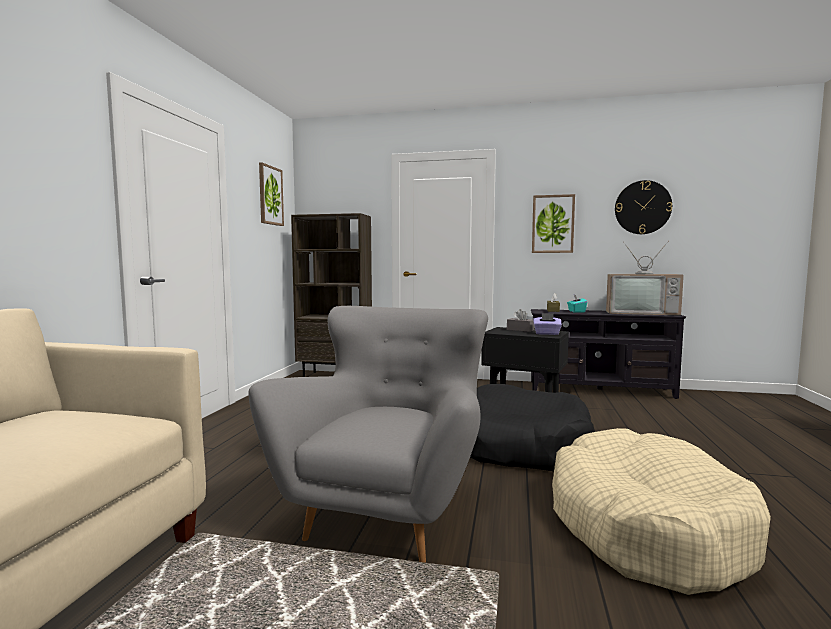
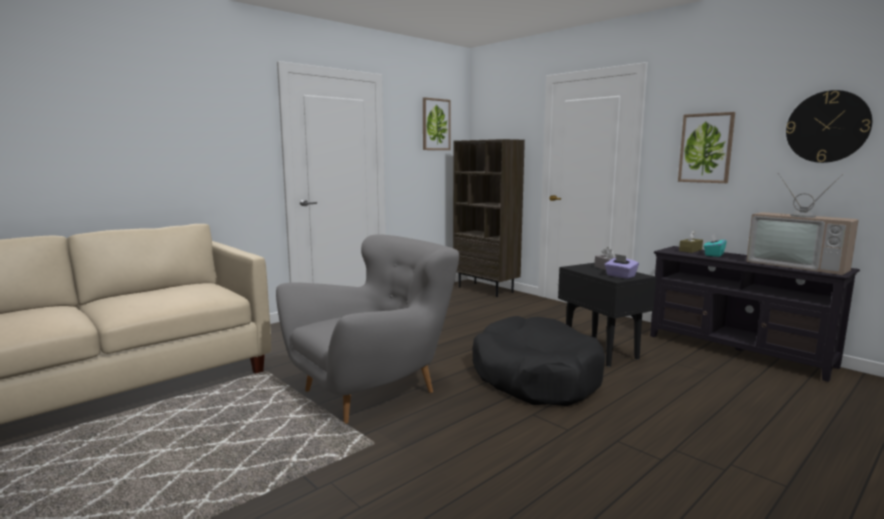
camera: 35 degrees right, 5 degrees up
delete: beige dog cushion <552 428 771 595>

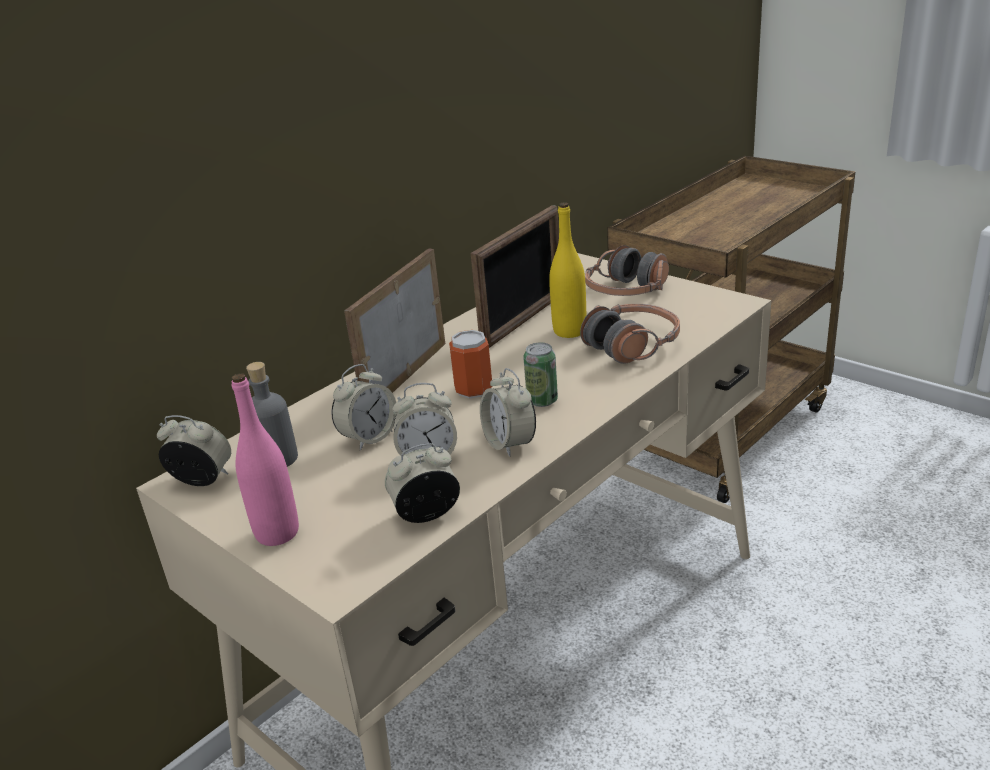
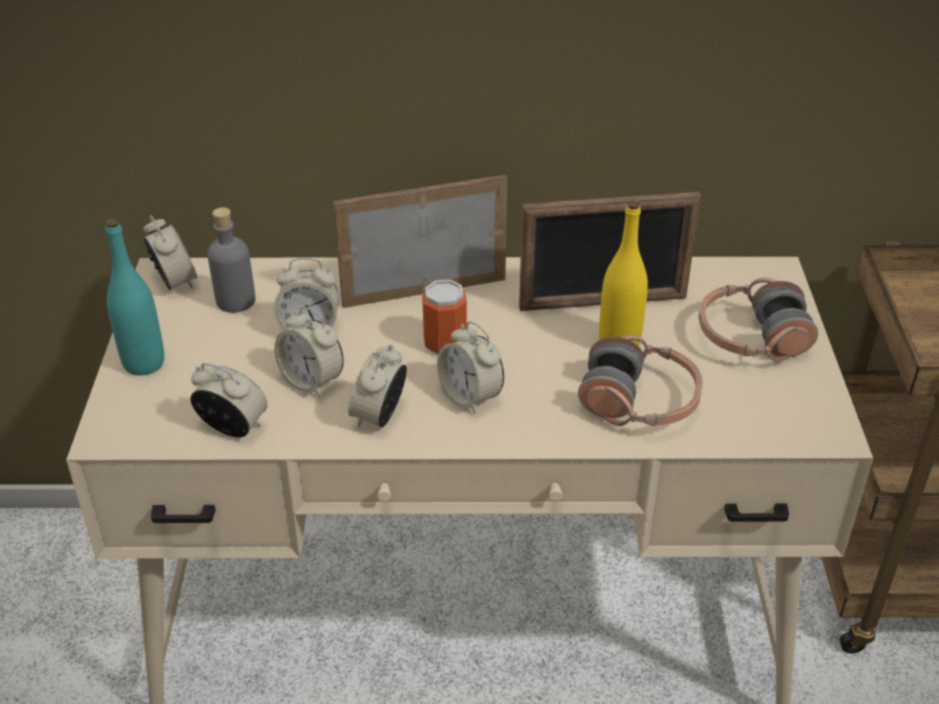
camera: 45 degrees right, 10 degrees up
replace: can <523 342 558 407> to bedside clock <437 321 504 414>
recolor: pinkish bottle <231 373 299 546> to turquoise-coloured bottle <105 219 164 375>

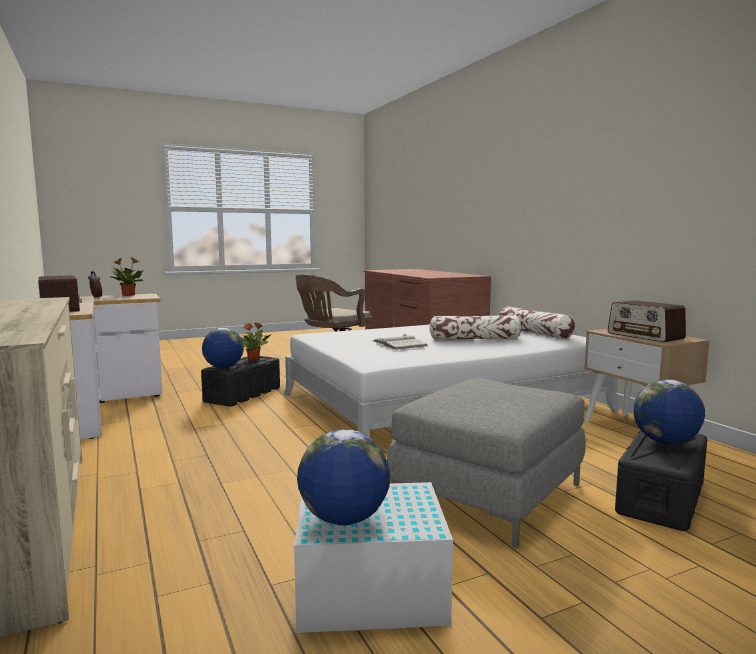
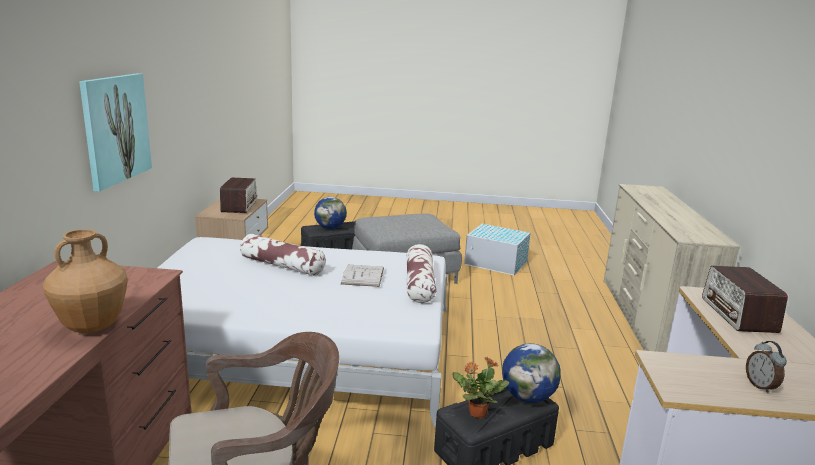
camera: 150 degrees left, 10 degrees up
delete: houseplant <110 257 144 296>; globe <297 429 390 525>
insert: brown flower vase <43 229 128 333>; picture <79 73 152 192>
move: pillow <499 306 575 339> to <406 244 436 303>

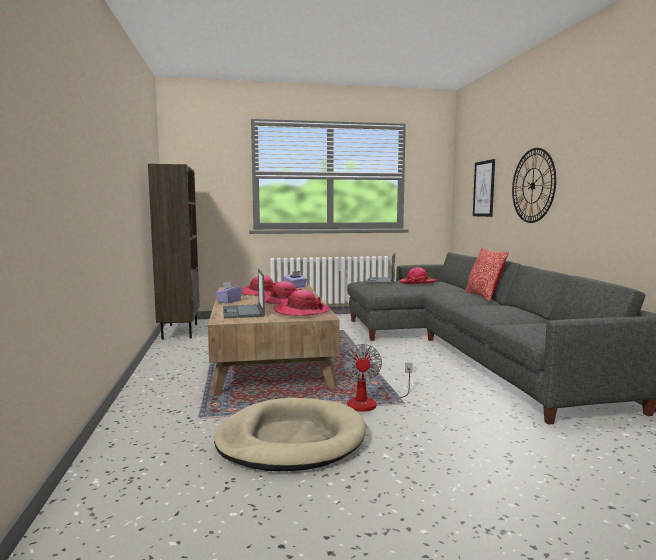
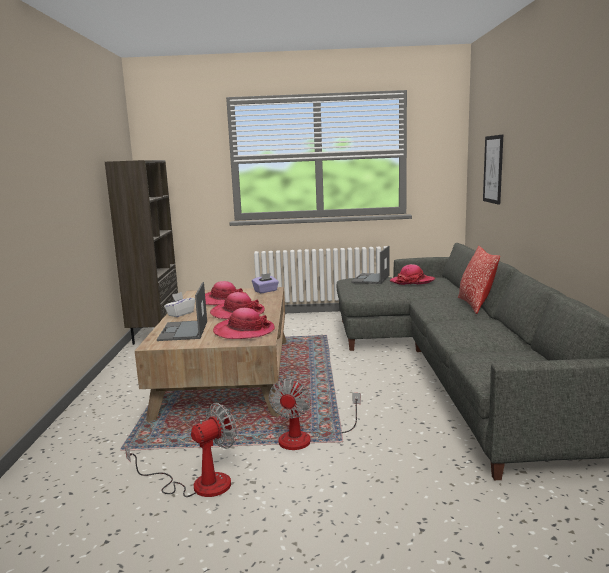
camera: 10 degrees right, 5 degrees up
delete: clock on the wall <512 148 556 223>
replace: beige dog cushion <214 398 366 471> to electric fan <125 403 237 497>
recolor: purplish tissue box <215 281 242 303> to white-coloured tissue box <164 292 195 317>

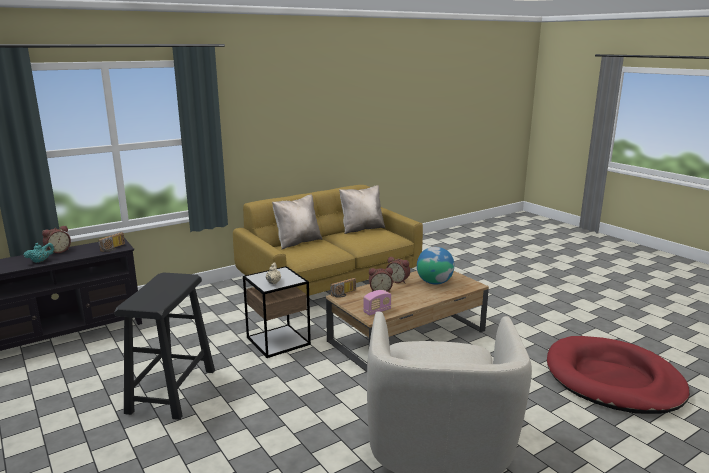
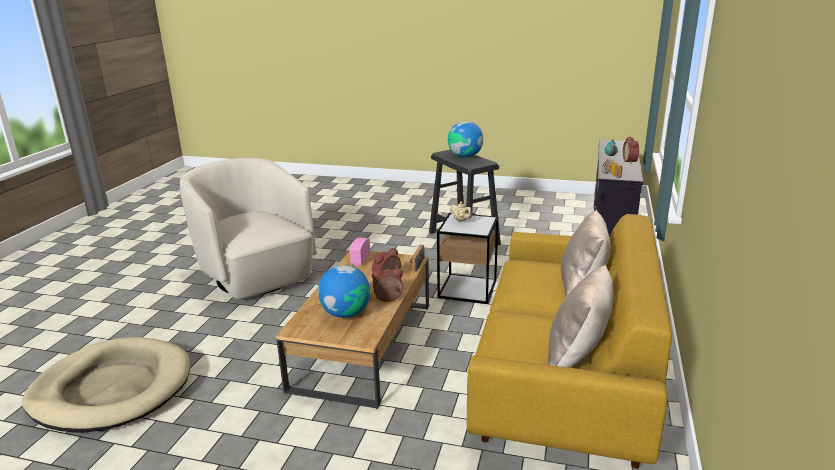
camera: 140 degrees right, 5 degrees up
insert: globe <448 122 483 157>
recolor: red-coloured dog cushion <547 336 690 414> to beige dog cushion <22 337 190 433>

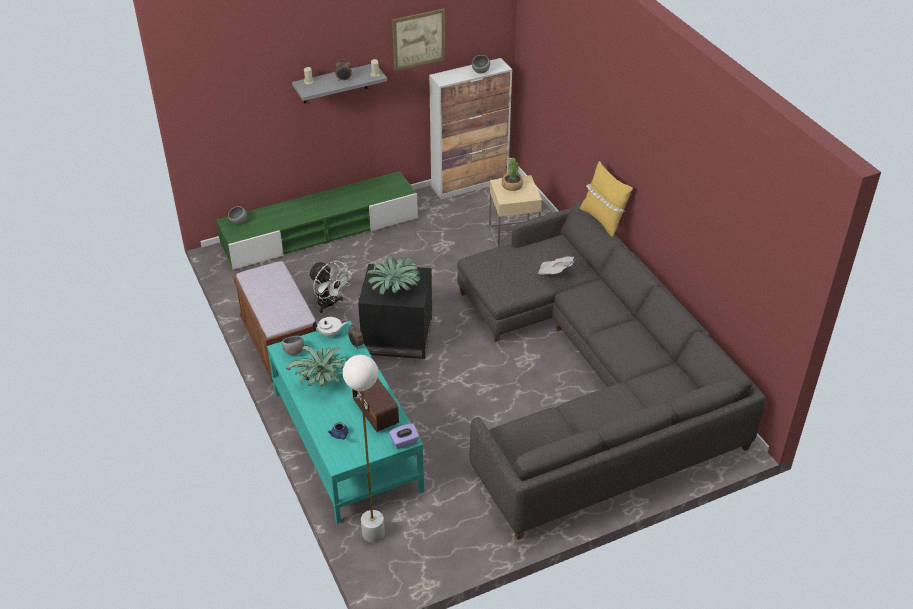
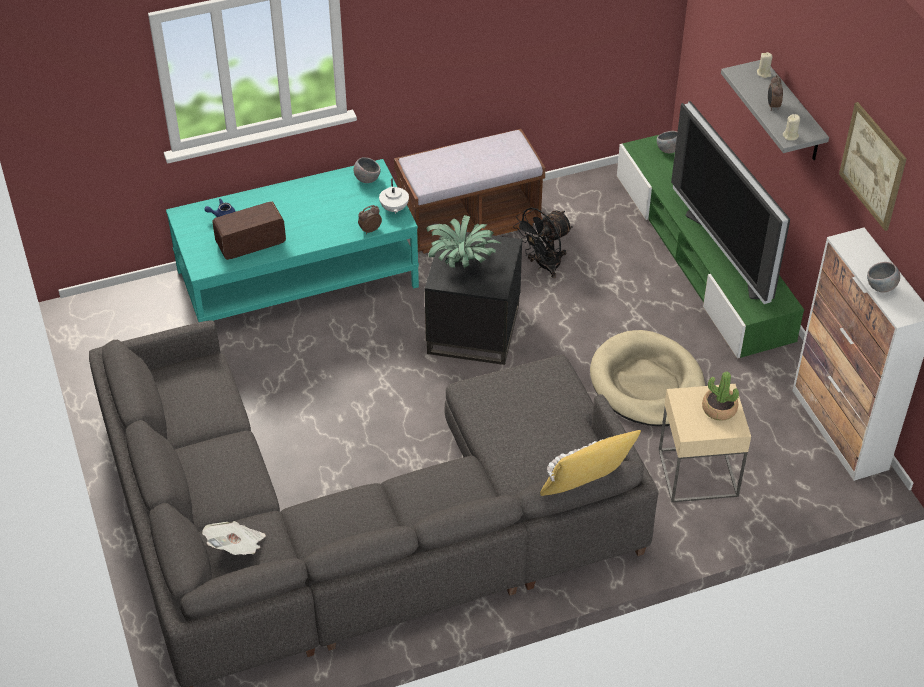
camera: 95 degrees right, 5 degrees up
delete: houseplant <286 345 349 386>; white-coloured standard lamp <343 355 385 543>; purplish tissue box <389 423 419 449>
insert: beige dog cushion <590 330 705 426>; television <671 101 790 304>
move: daily paper <537 256 574 275> to <202 521 266 555>
recolor: white-coloured electric fan <308 261 352 313> to black-coloured electric fan <513 207 573 278>

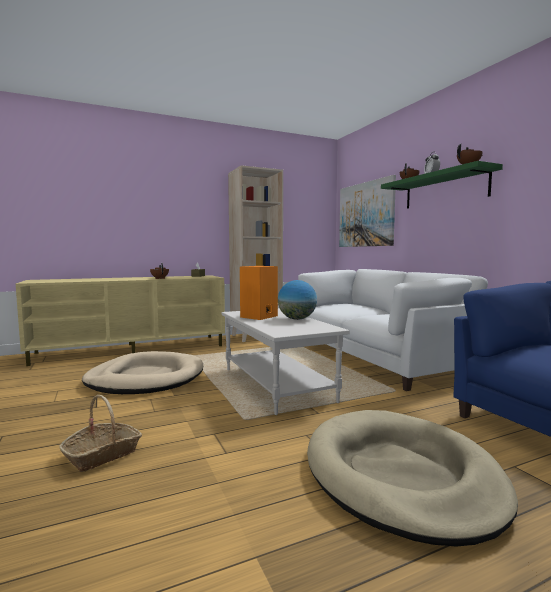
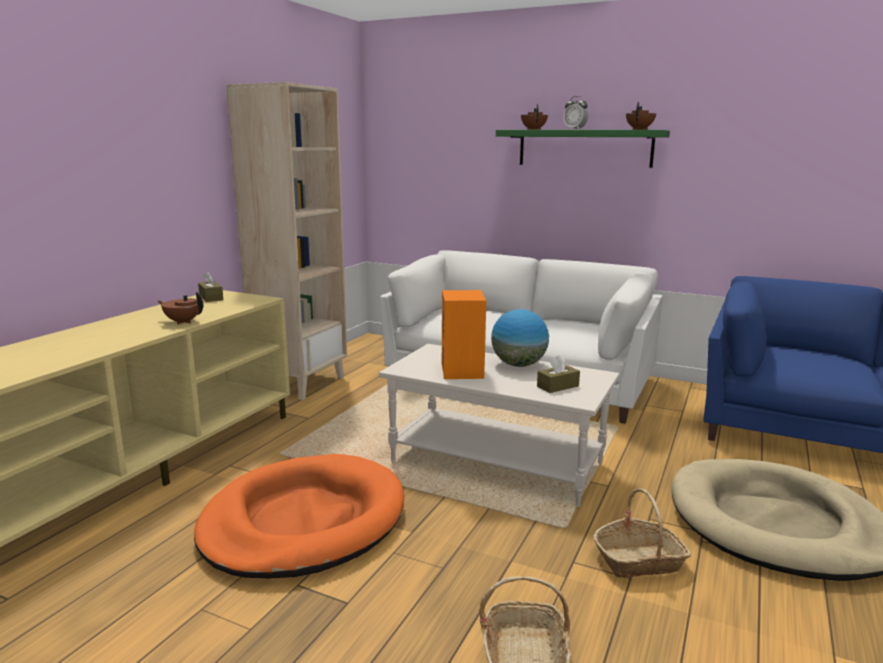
camera: 40 degrees left, 10 degrees up
delete: picture <339 175 396 247>
insert: brown tissue box <537 355 580 393>; household basket <593 488 691 578>
recolor: beige dog cushion <82 351 203 394> to orangey dog cushion <194 454 404 578>

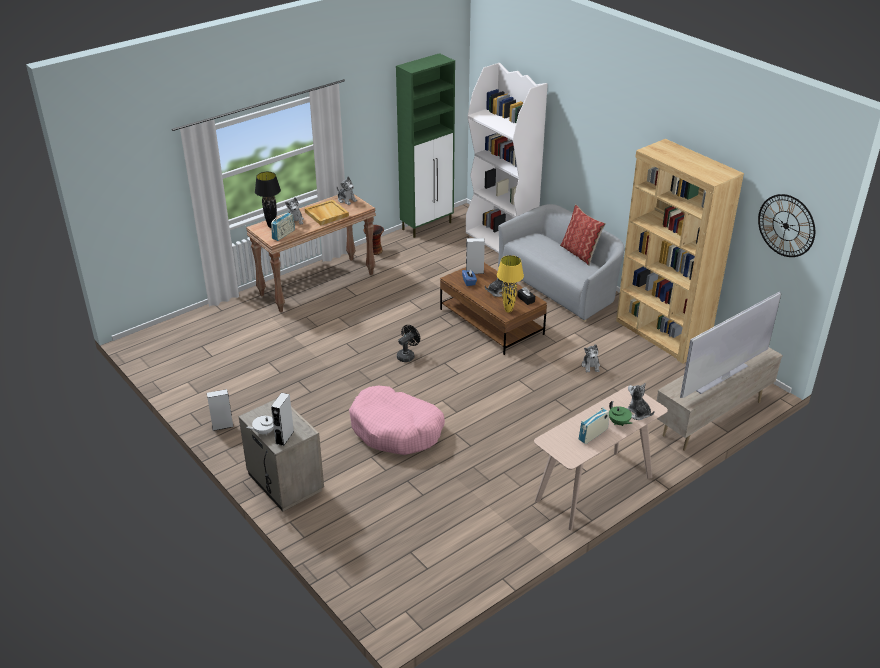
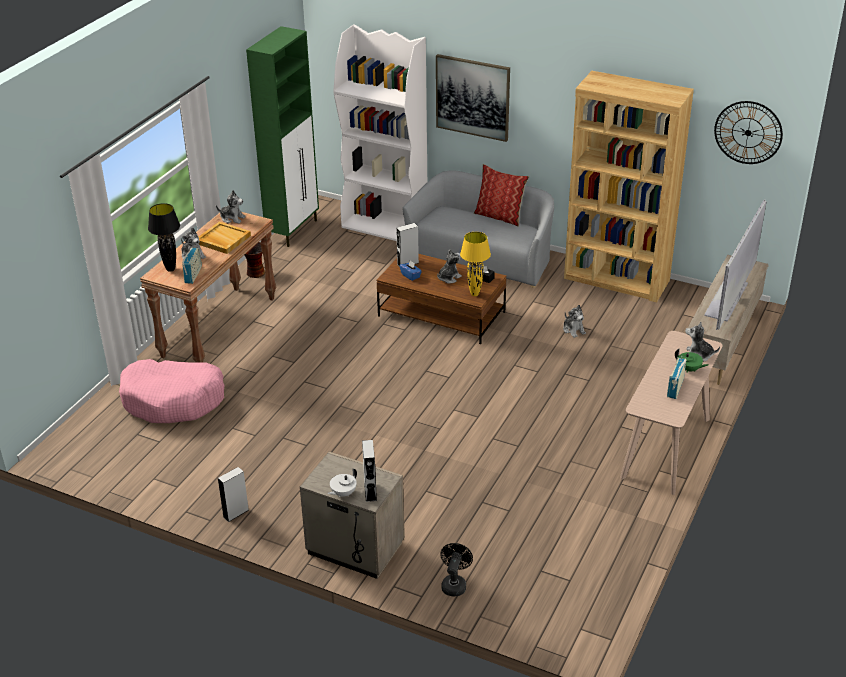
camera: 25 degrees left, 0 degrees up
insert: picture <436 54 510 142>
move: pinkish dog cushion <349 386 445 455> to <119 359 224 423>; black-coloured electric fan <397 325 420 362> to <440 543 473 597>

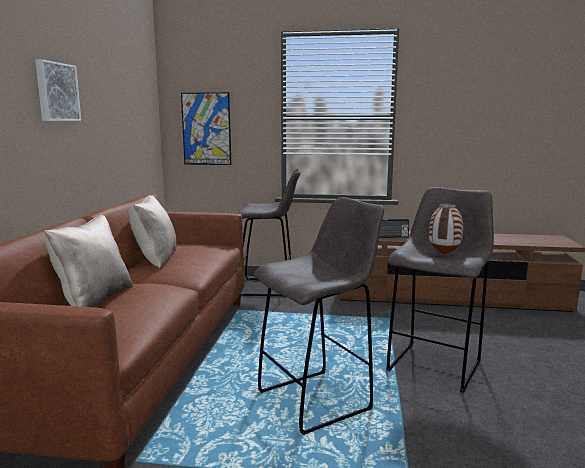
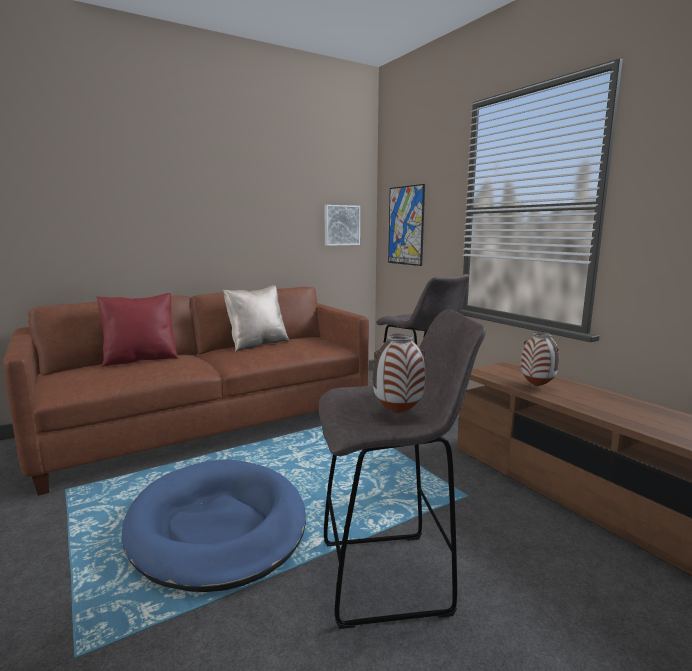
camera: 50 degrees right, 0 degrees up
move: picture <35 59 81 121> to <324 205 360 246>
replace: grey stool seat <253 197 384 435> to bluish dog cushion <121 459 306 592>; radio receiver <379 219 409 238> to flower vase <521 332 559 386>
recolor: beige pillow <44 215 133 307> to red-coloured pillow <97 293 178 367>

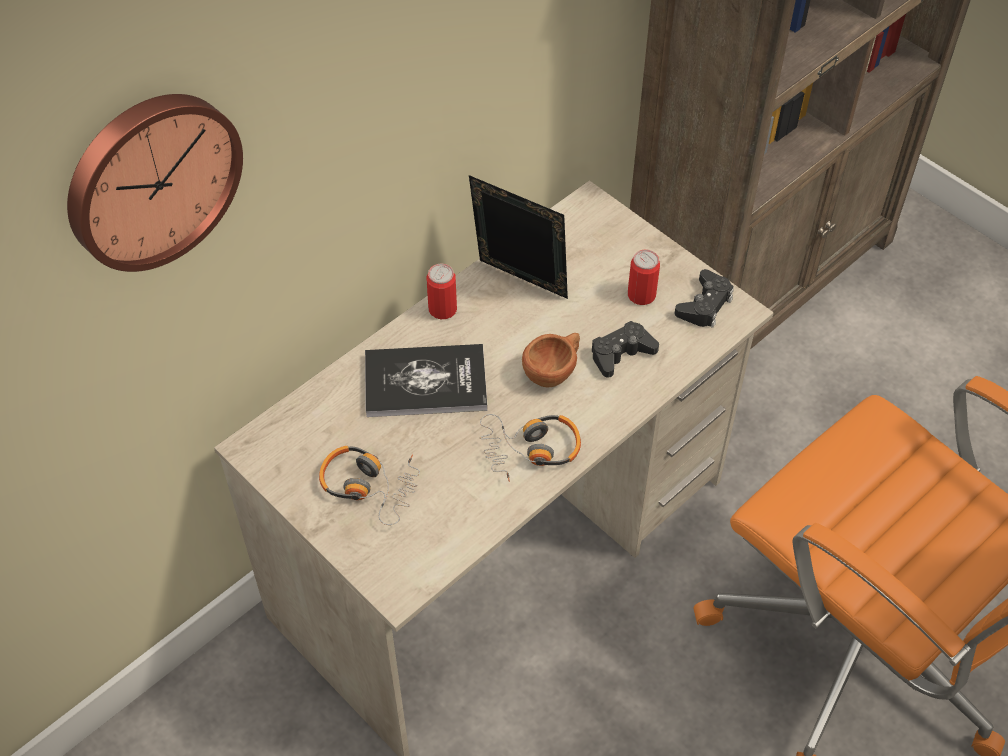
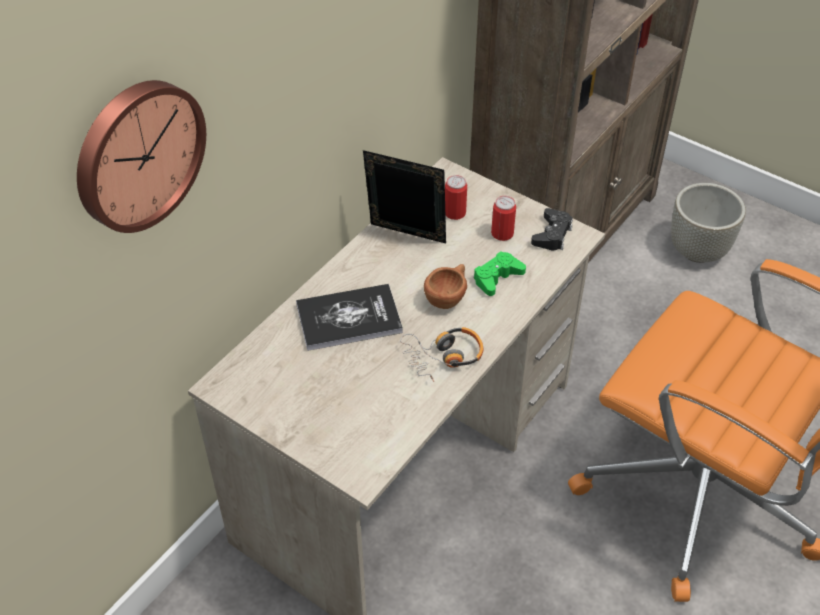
camera: 10 degrees left, 5 degrees down
delete: pair of headphones <319 446 420 525>
insert: grey flower pot <671 183 746 263>
move: can <427 264 457 319> to <445 175 467 220>
recolor: black-coloured gamepad <592 321 659 378> to green-coloured gamepad <474 252 526 296>

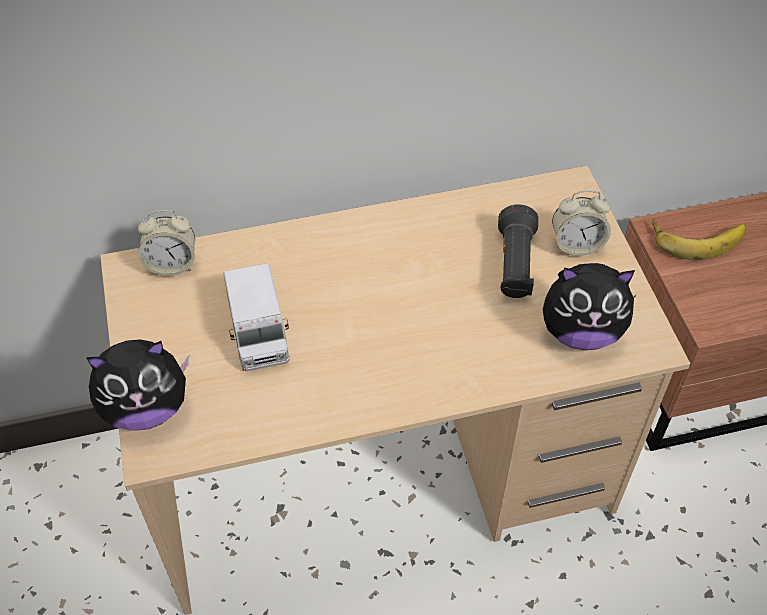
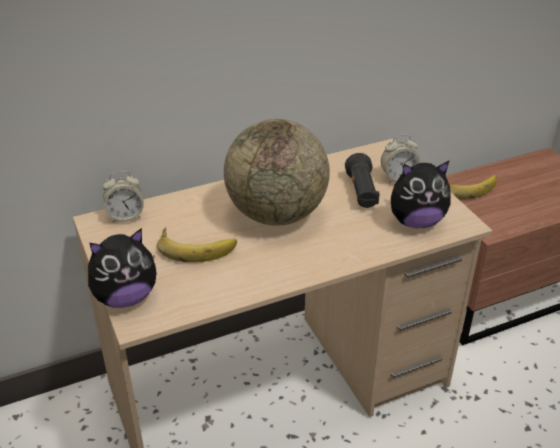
camera: 10 degrees left, 15 degrees down
insert: globe <224 119 330 226>
replace: toy truck <223 263 290 371> to whole banana <157 227 237 262>

